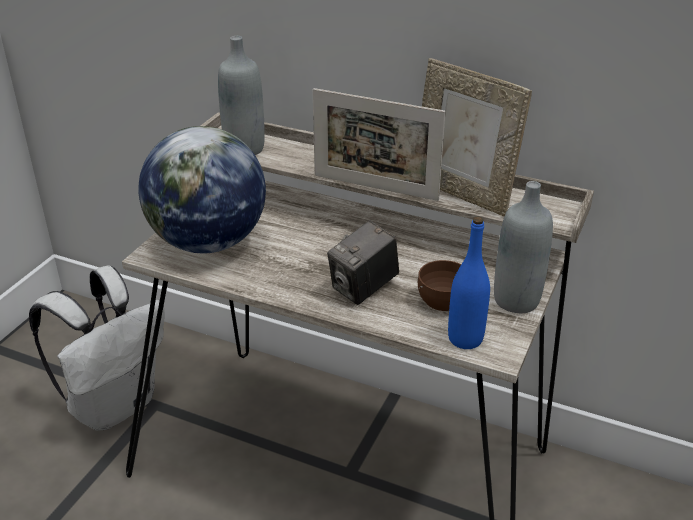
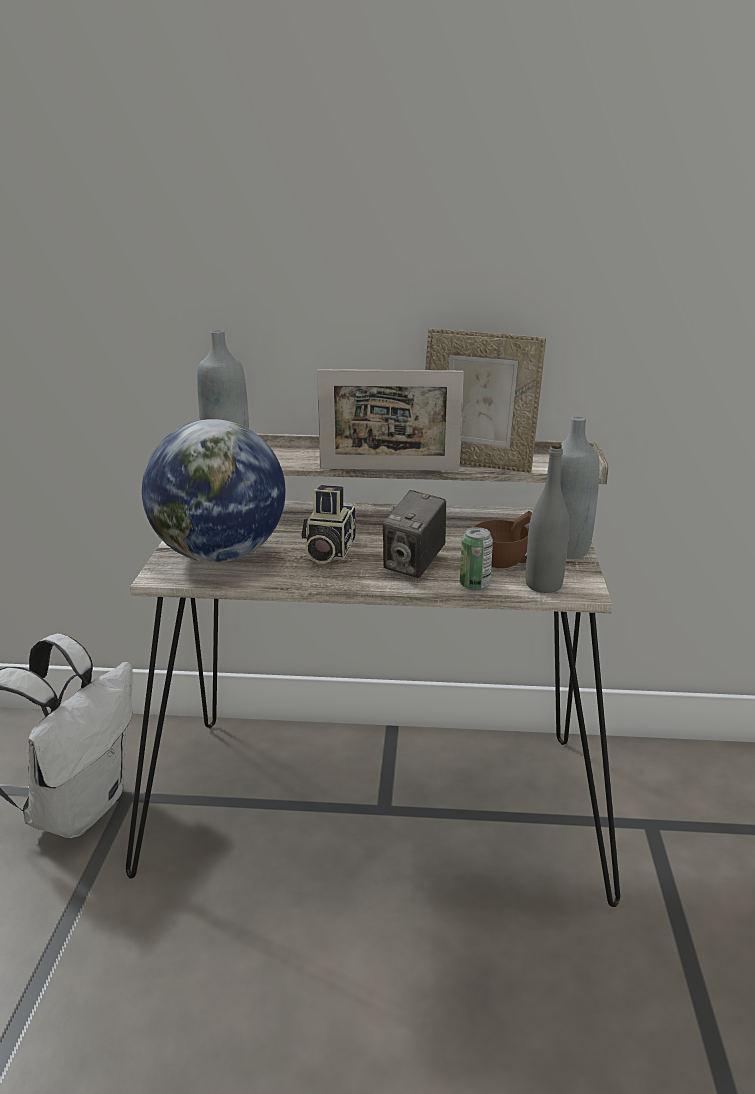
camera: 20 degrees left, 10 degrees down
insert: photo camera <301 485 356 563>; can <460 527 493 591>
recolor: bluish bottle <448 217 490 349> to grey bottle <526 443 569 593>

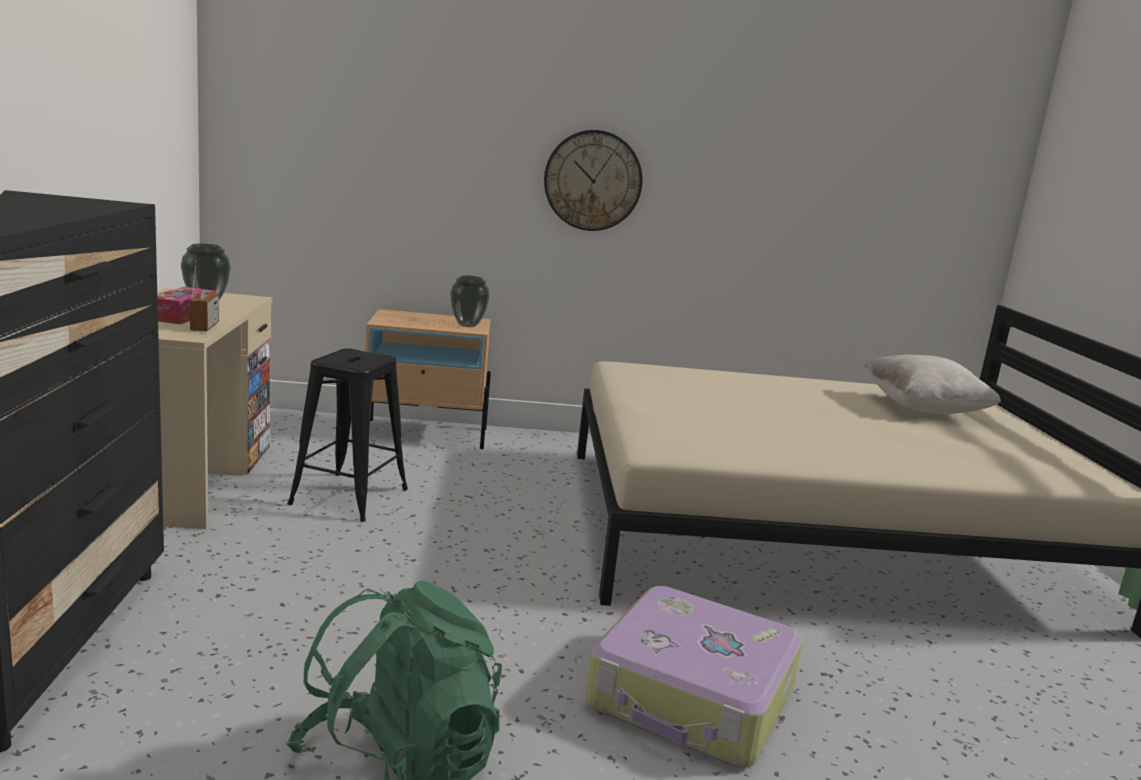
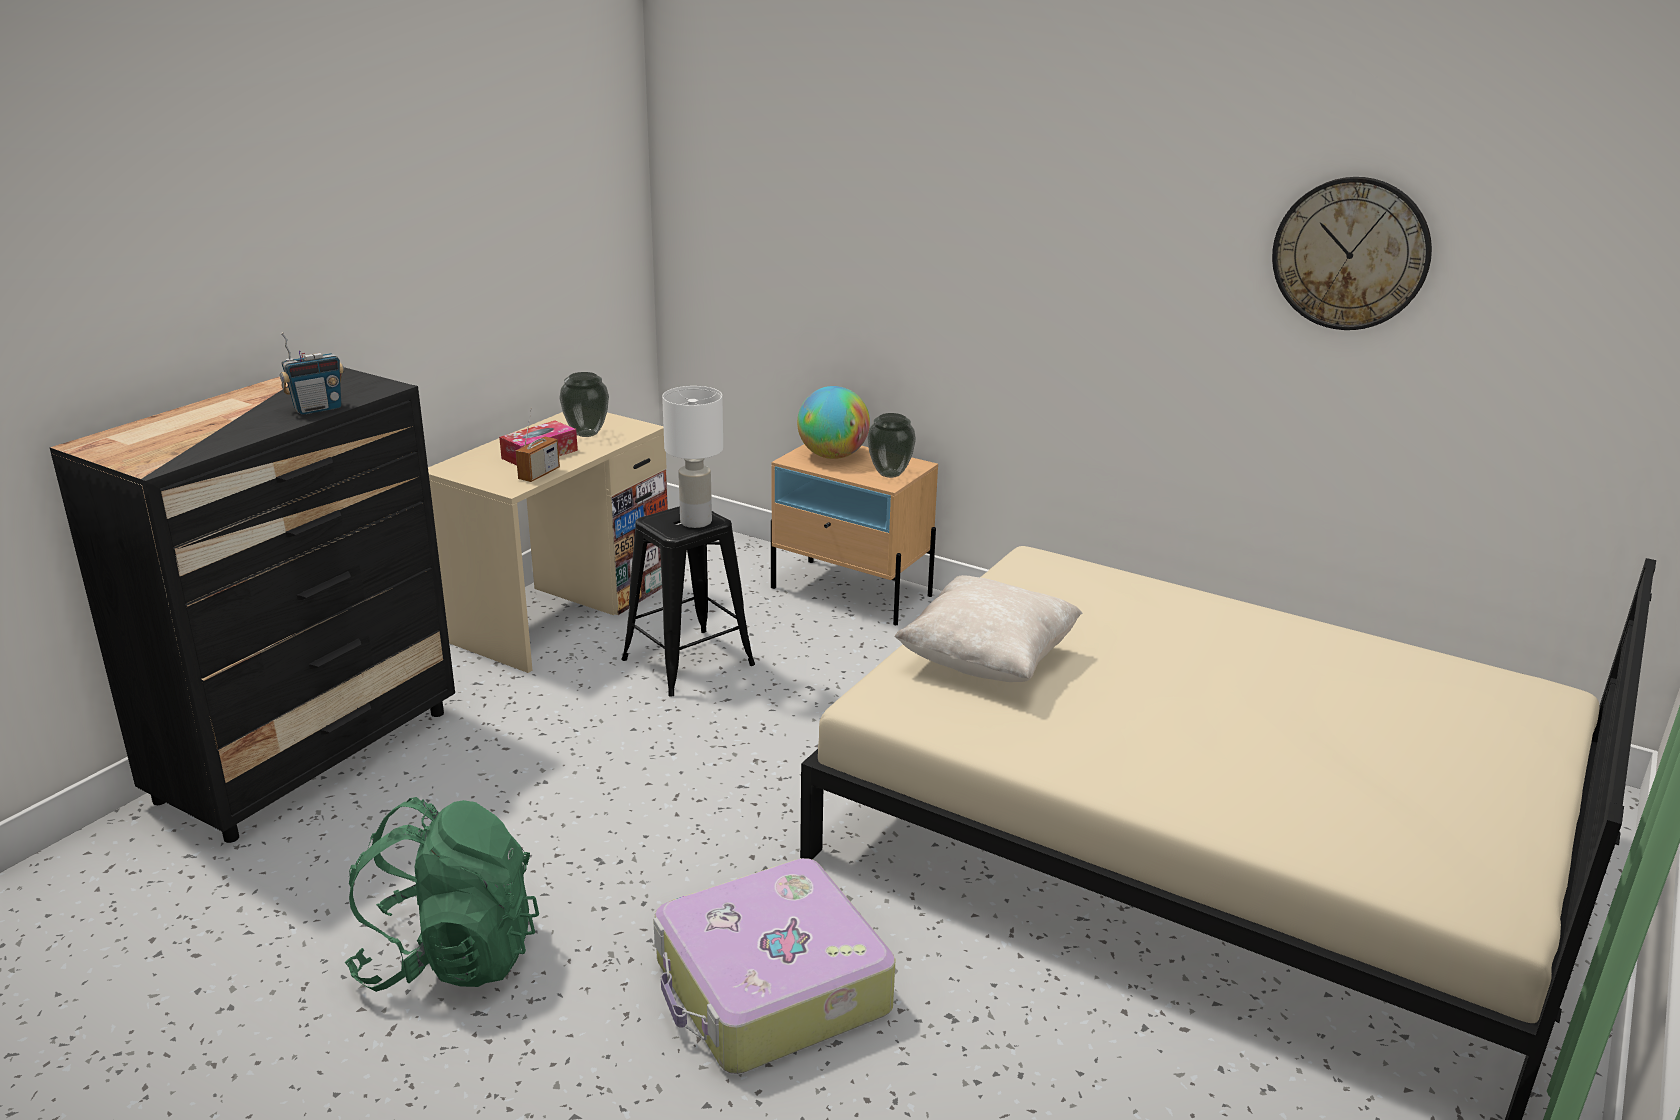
camera: 35 degrees right, 10 degrees up
insert: radio receiver <280 332 344 415>; white-coloured tabletop lamp <662 386 723 528>; globe <797 386 870 459>
move: beige pillow <864 355 1001 414> to <894 575 1083 682>; clock on the wall <544 130 643 231> to <1272 177 1432 330>

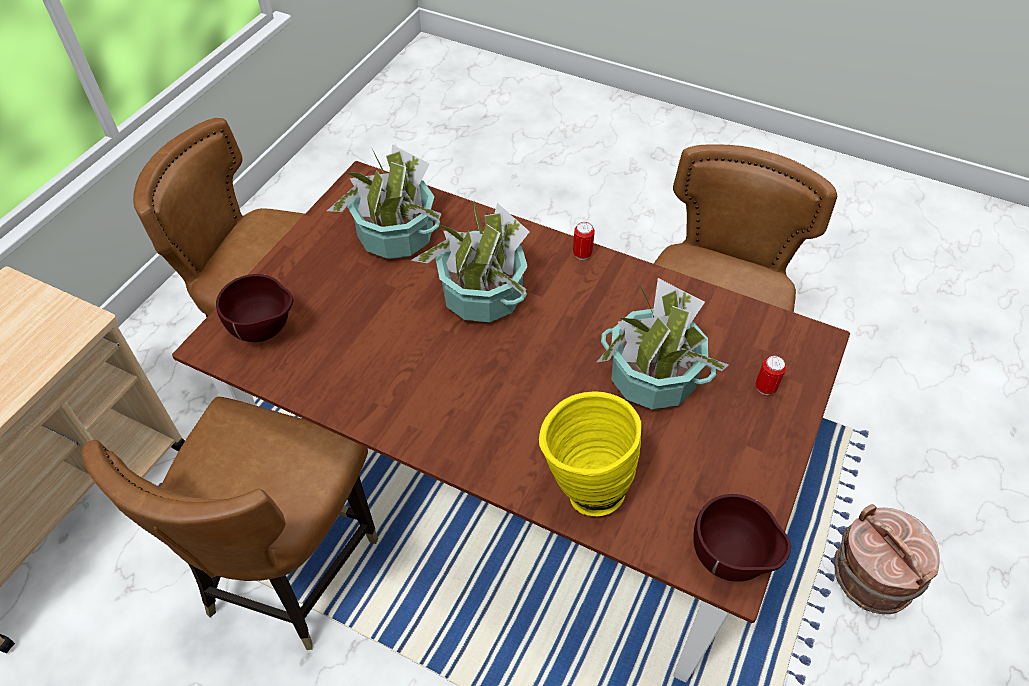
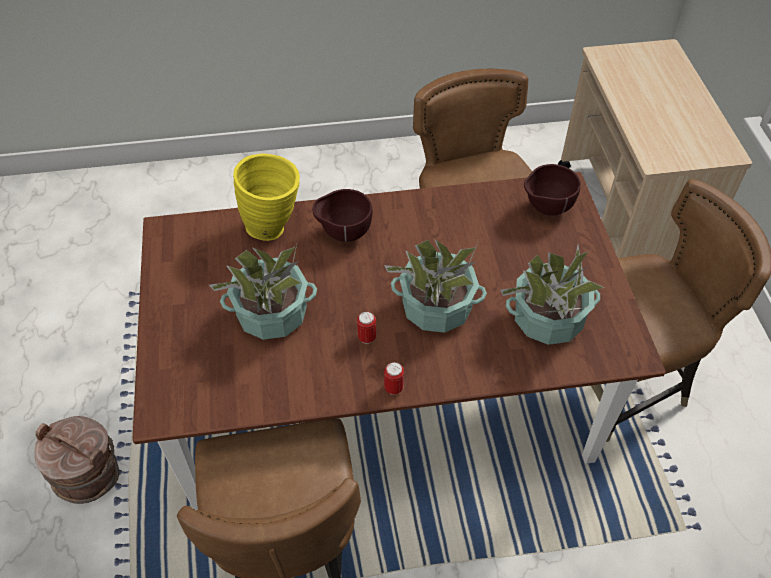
camera: 145 degrees right, 0 degrees up
move: brown deep dish <693 494 791 582> to <313 189 373 242>; can <756 355 787 395> to <357 311 376 344>

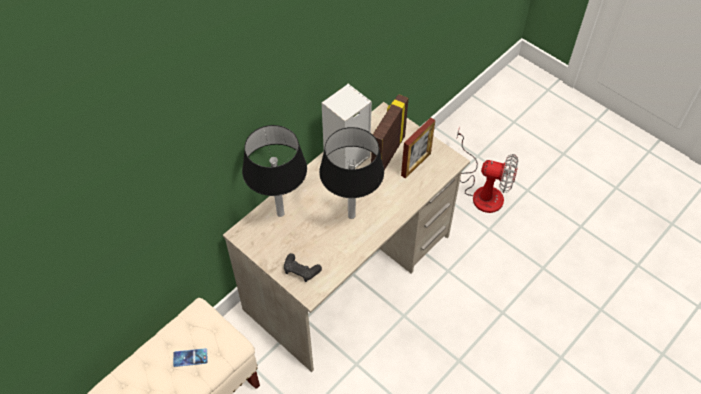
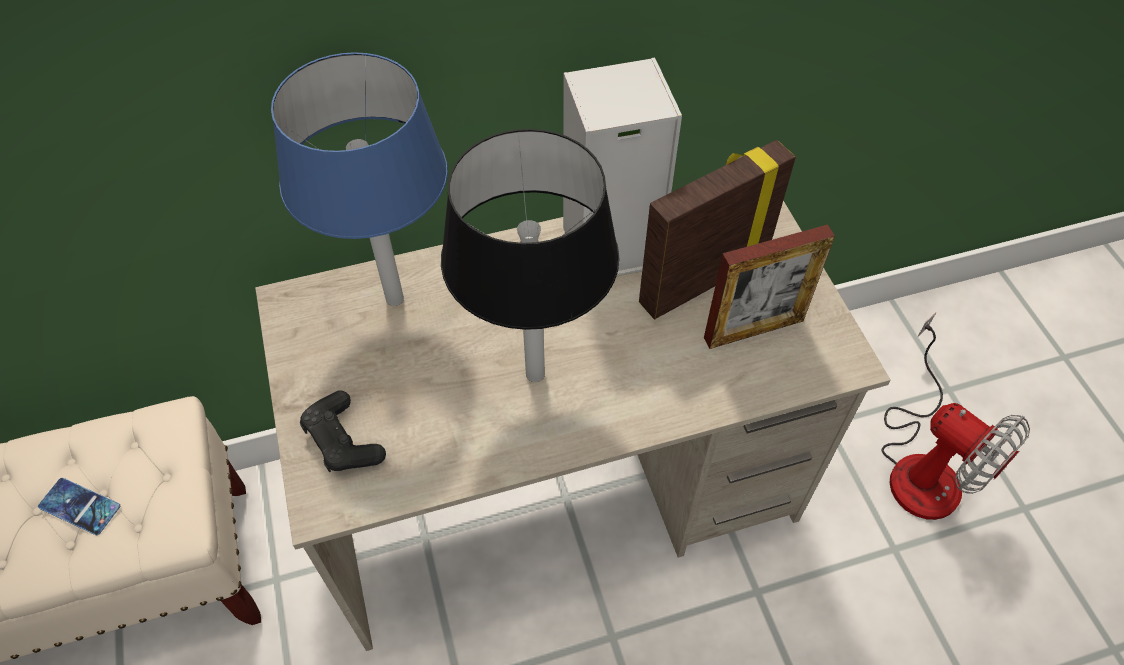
camera: 30 degrees right, 0 degrees up
recolor: black-coloured tabletop lamp <242 125 307 217> to bluish tabletop lamp <271 52 448 306>

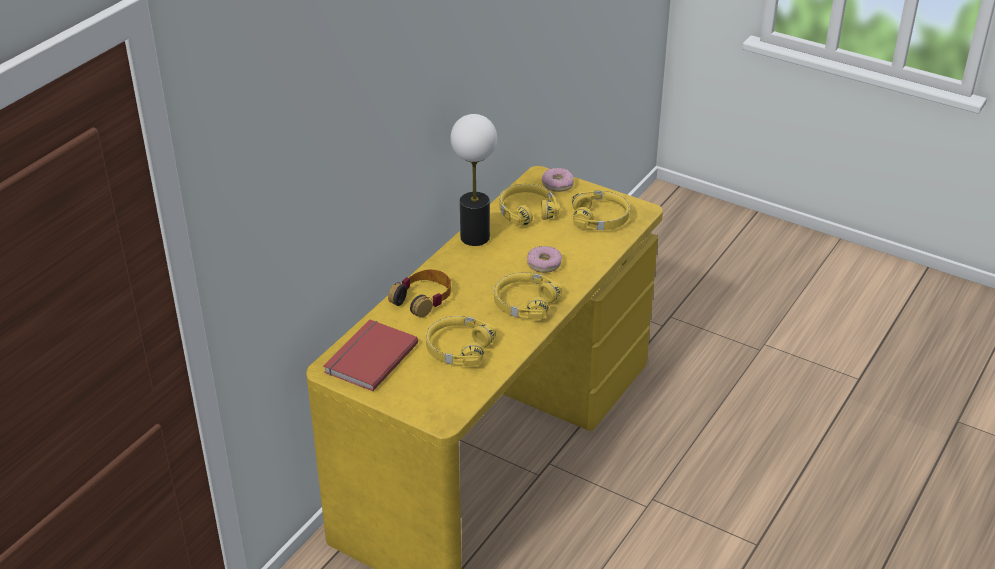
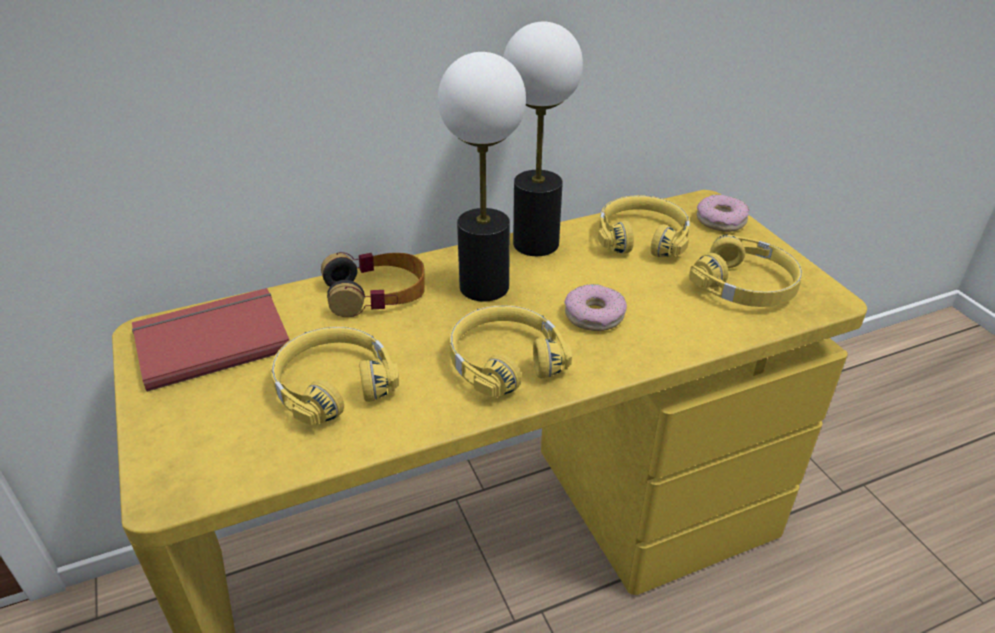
camera: 35 degrees right, 0 degrees up
insert: tabletop lamp <438 52 526 302>

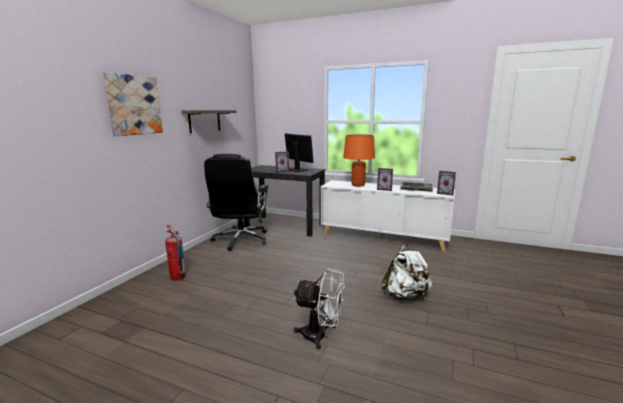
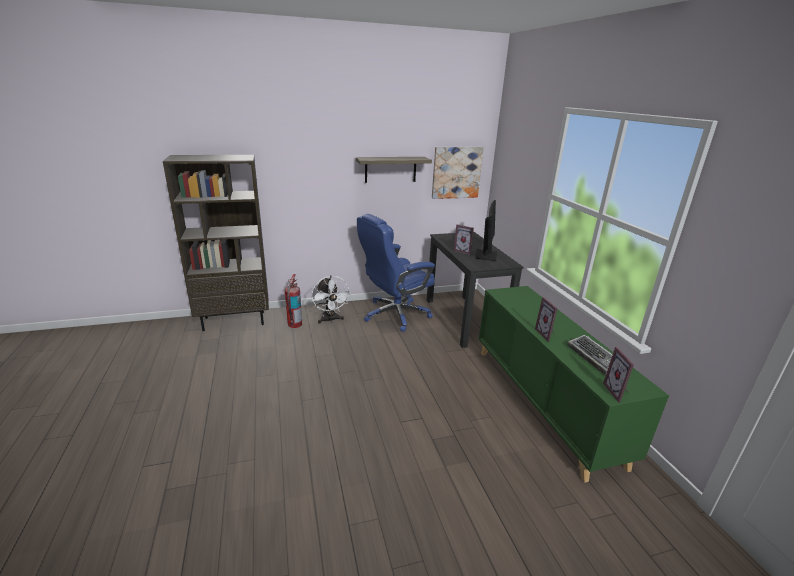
camera: 50 degrees right, 10 degrees up
delete: orangey tabletop lamp <343 134 375 186>; white-coloured knapsack <382 244 432 301>
insert: brown bookcase <163 155 269 331>
move: white-coloured electric fan <293 268 345 349> to <311 275 351 324>; picture <103 72 163 136> to <432 147 484 199>
recolor: black-coloured office chair <204 154 269 251> to bluish office chair <357 214 435 332>; white-coloured cabinet <321 180 455 252> to green-coloured cabinet <479 286 669 483>

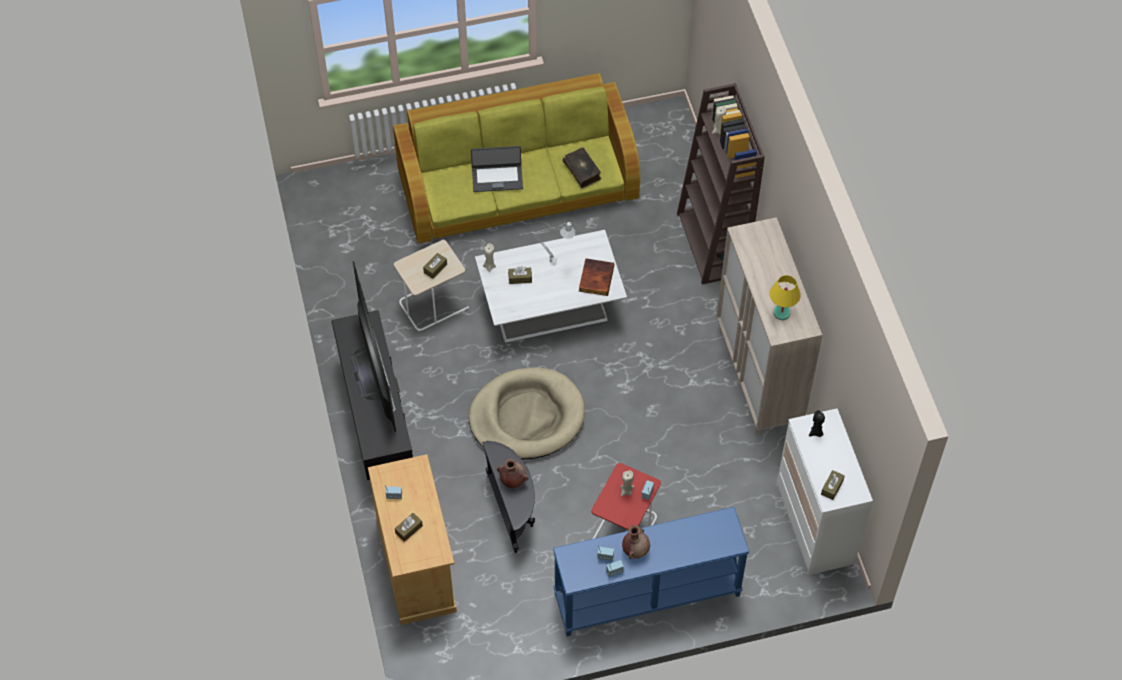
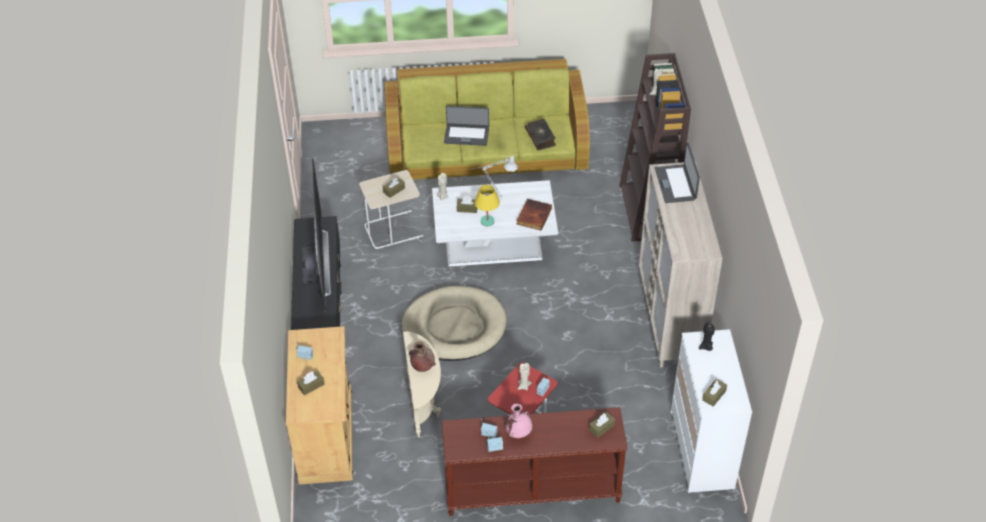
camera: 10 degrees right, 10 degrees down
insert: brown tissue box <589 412 616 438>; notebook computer <655 143 700 203>
move: yellow-coloured tabletop lamp <770 275 801 320> to <474 185 500 227>
recolor: black-coloured end table <482 441 535 553> to beige end table <403 331 441 437>; bluish narrow table <553 507 749 637> to brown narrow table <442 407 627 516>; brown flower vase <622 525 650 559> to pinkish flower vase <506 404 532 438>

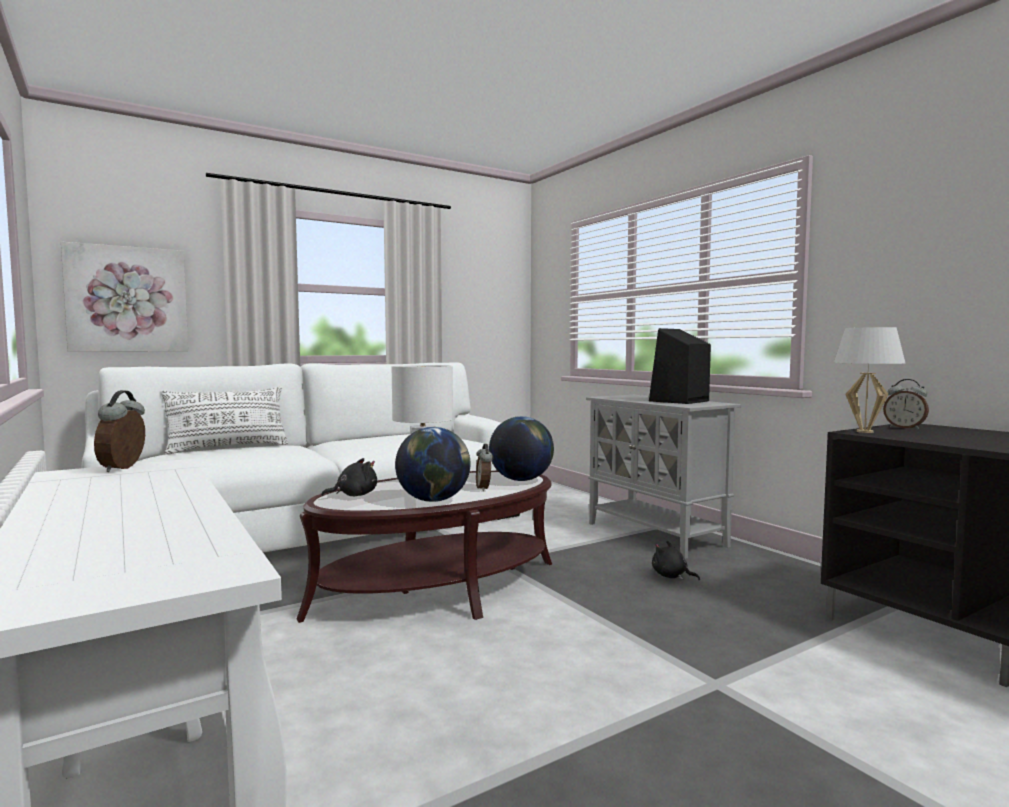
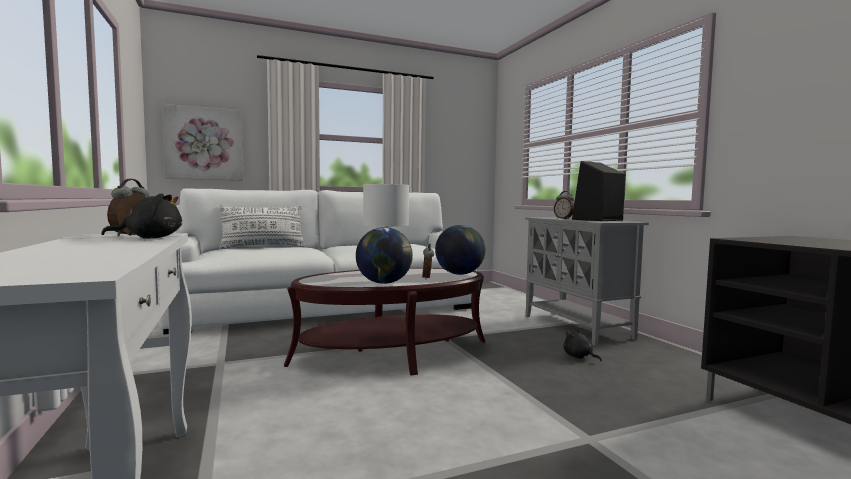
camera: 10 degrees right, 0 degrees up
delete: white-coloured tabletop lamp <833 327 905 433>
move: black-coloured soft toy <321 458 377 496> to <101 193 182 239>; bedside clock <883 379 929 429> to <554 191 574 219>

